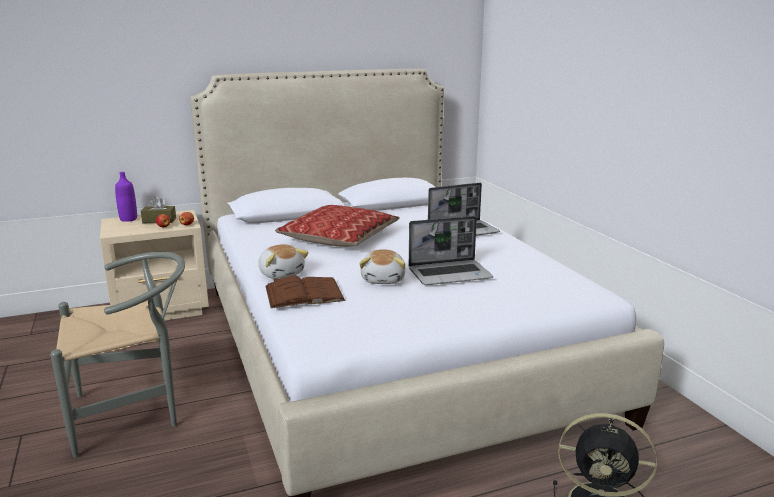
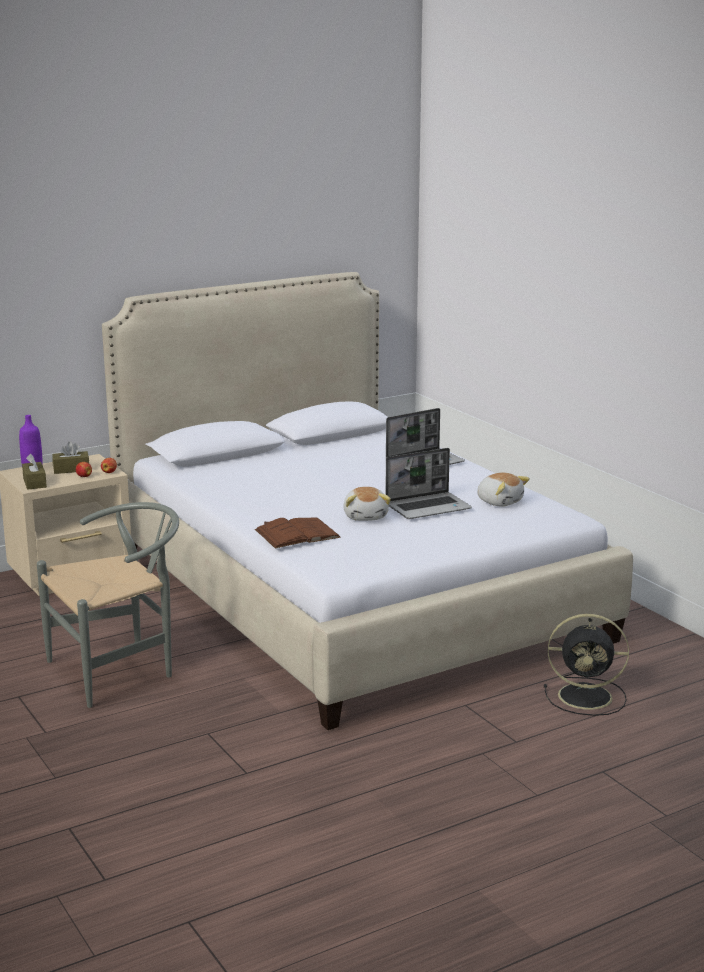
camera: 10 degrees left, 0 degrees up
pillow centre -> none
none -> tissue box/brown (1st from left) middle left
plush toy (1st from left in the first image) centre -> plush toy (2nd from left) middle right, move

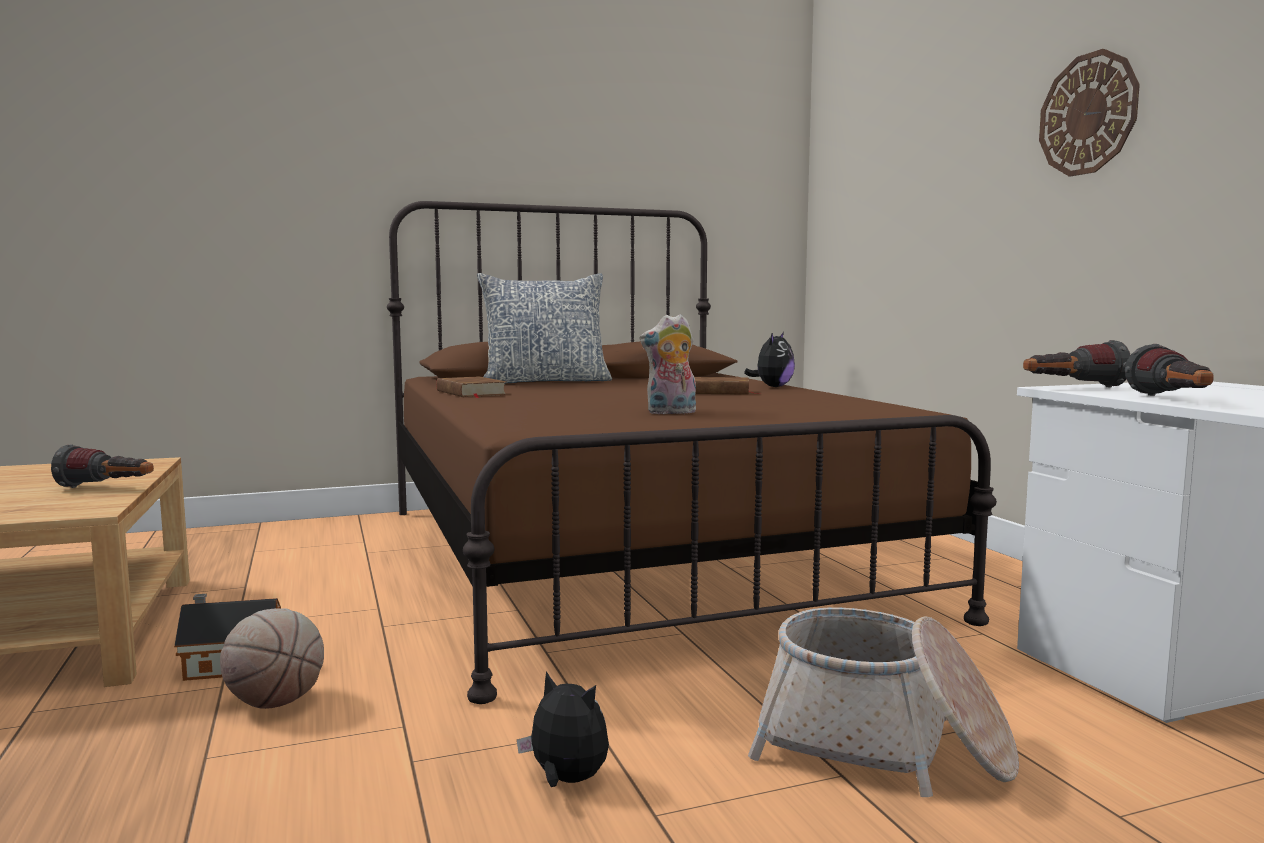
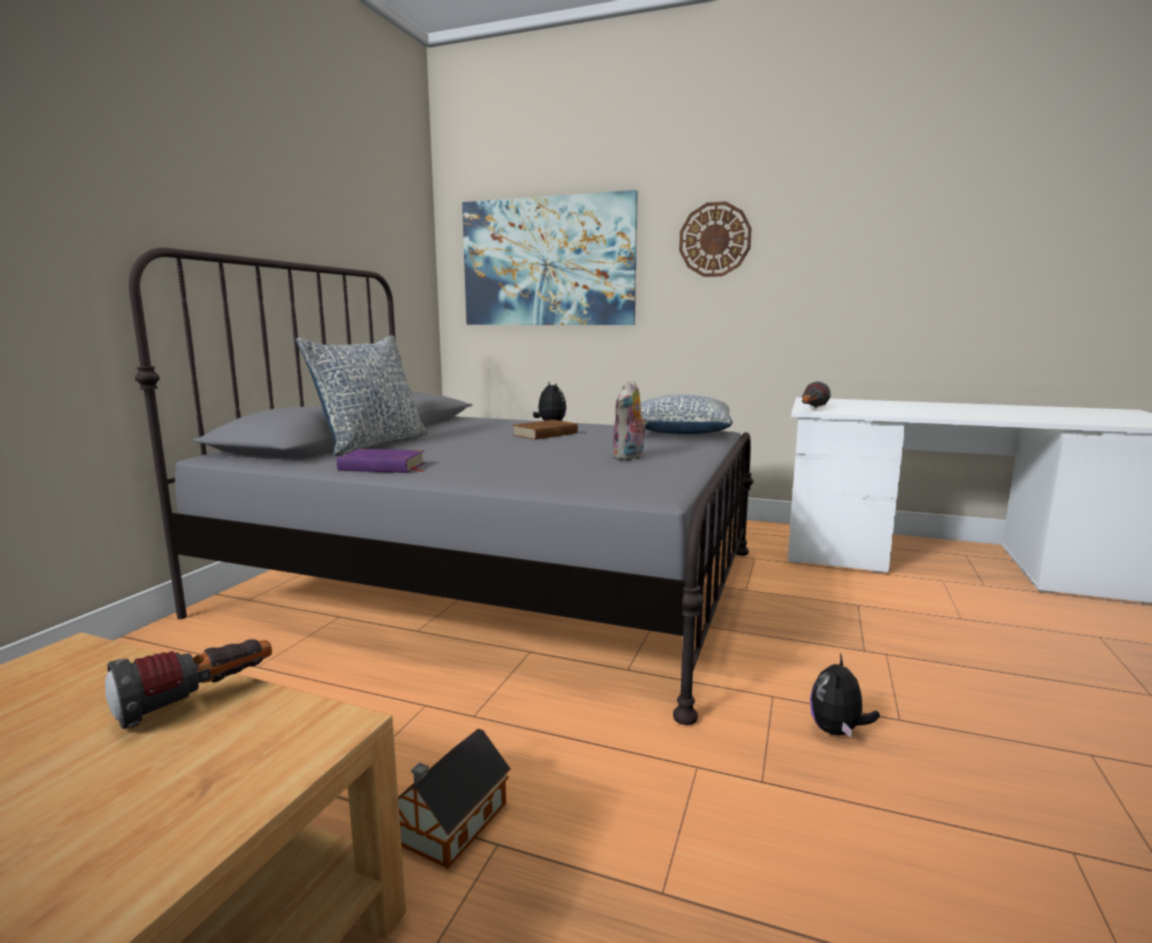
camera: 50 degrees left, 5 degrees up
basketball bottom left -> none
basket bottom right -> none
flashlight (3rd from left) middle right -> none
none -> picture top centre
none -> pillow (2nd from left) centre
bed/brown centre -> bed/grey centre
book/brown (1st from left) centre -> book/purple middle left
plush toy (1st from left in the first image) bottom centre -> plush toy (3rd from left) bottom right, 45 degrees counterclockwise

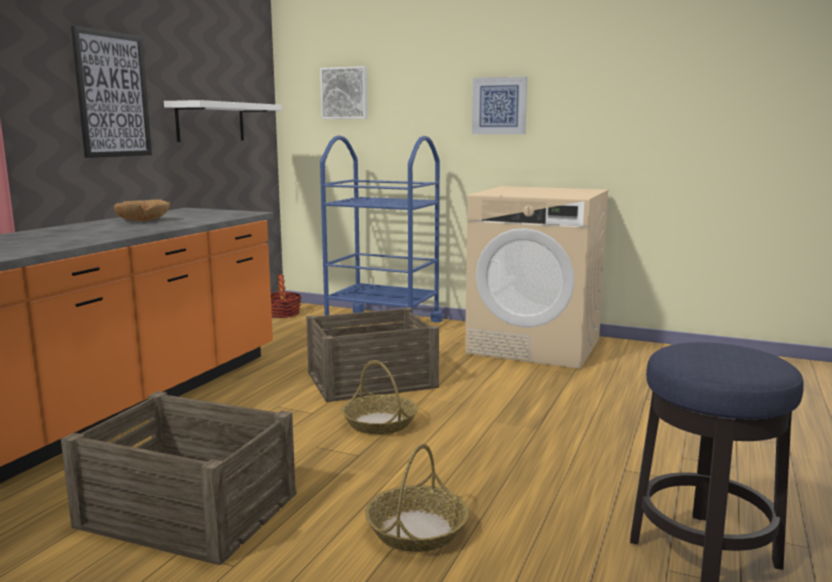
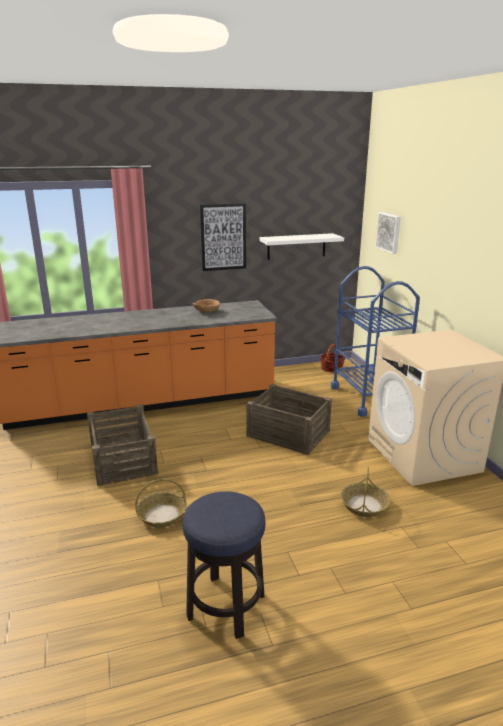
camera: 50 degrees right, 10 degrees up
picture (3rd from left) top centre -> none
basket (2nd from left in the first image) bottom centre -> basket (3rd from left) bottom right, move

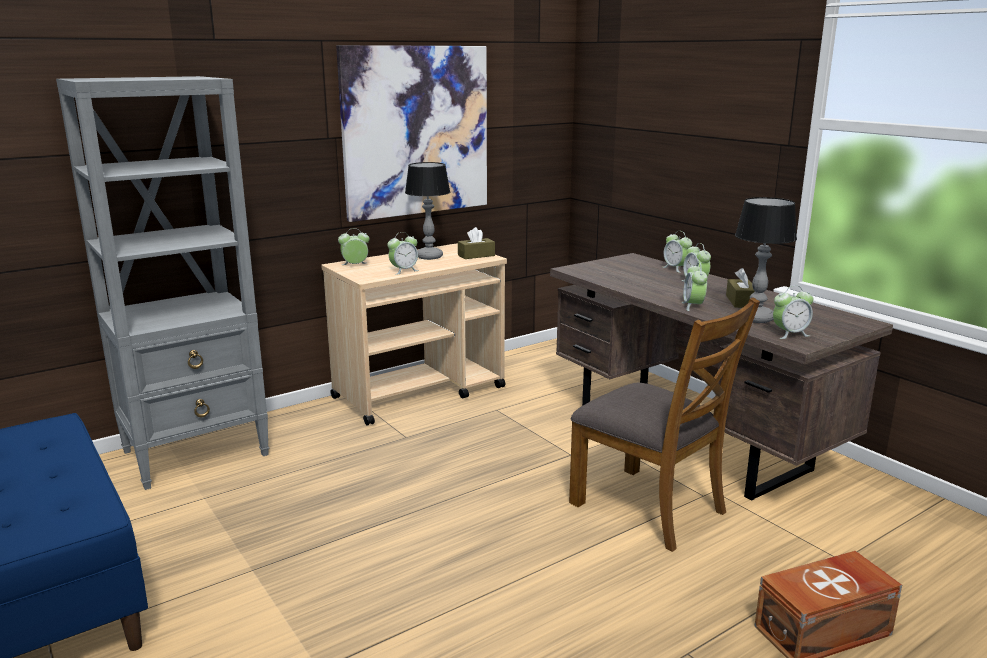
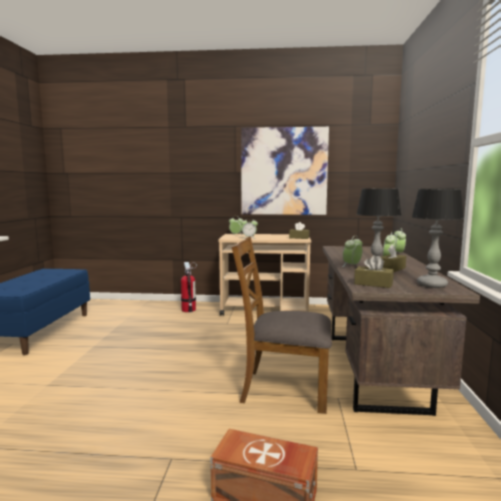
camera: 40 degrees right, 10 degrees down
bookcase/grey middle left -> none
none -> fire extinguisher centre
table lamp (1st from left in the first image) top centre -> table lamp (2nd from left) middle right, move
alarm clock (6th from left) middle right -> tissue box/brown (2nd from left) middle right
chair/brown middle right -> chair/brown centre, 105 degrees clockwise

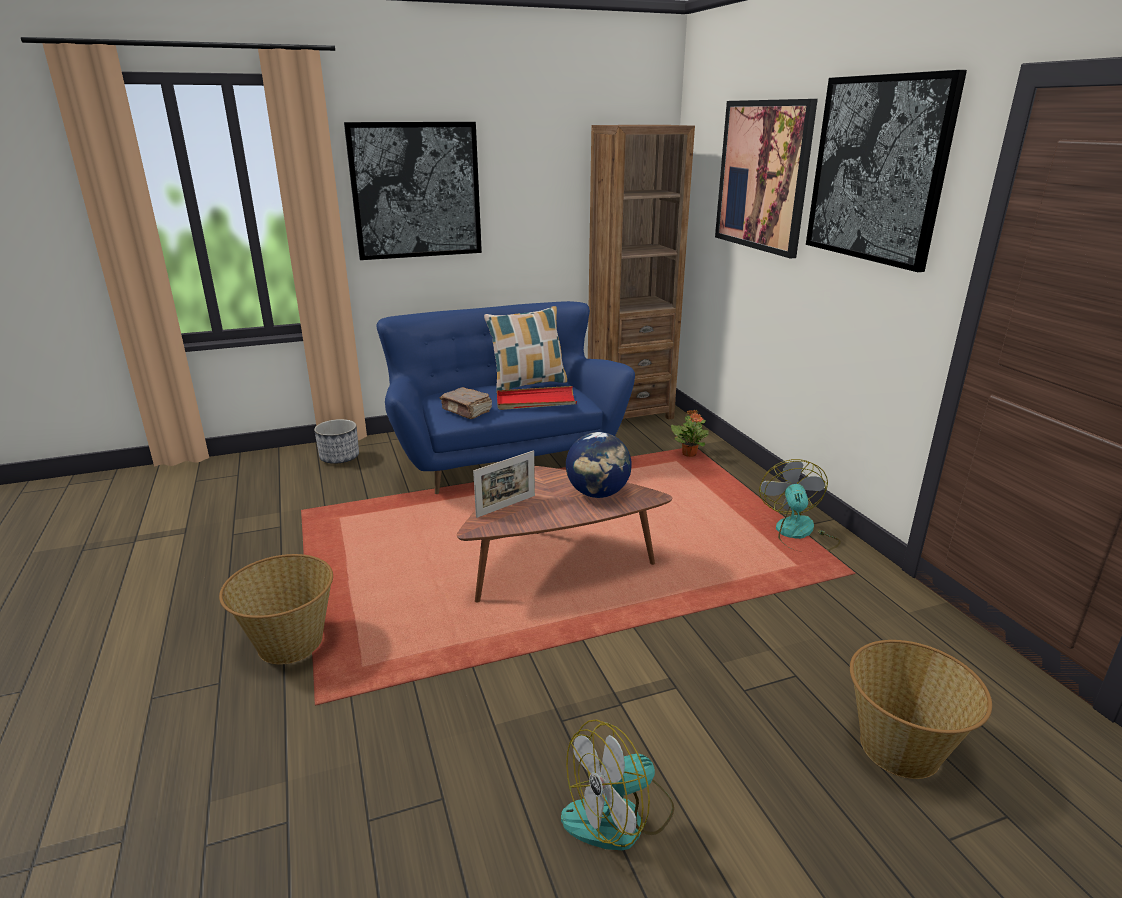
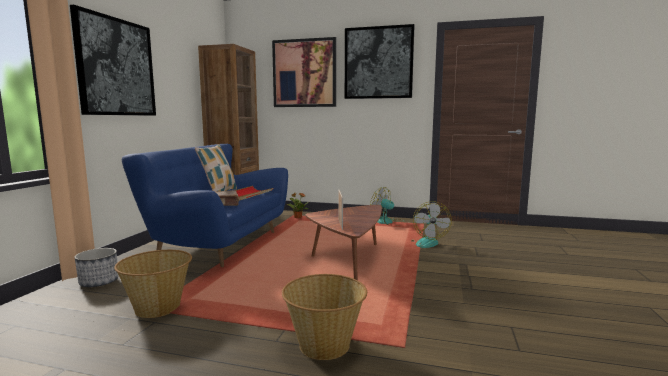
camera: 55 degrees left, 15 degrees down
globe centre -> none
fan (1st from left in the first image) bottom centre -> fan (2nd from left) centre, move
basket (2nd from left in the first image) bottom right -> basket (1st from left) bottom left, move

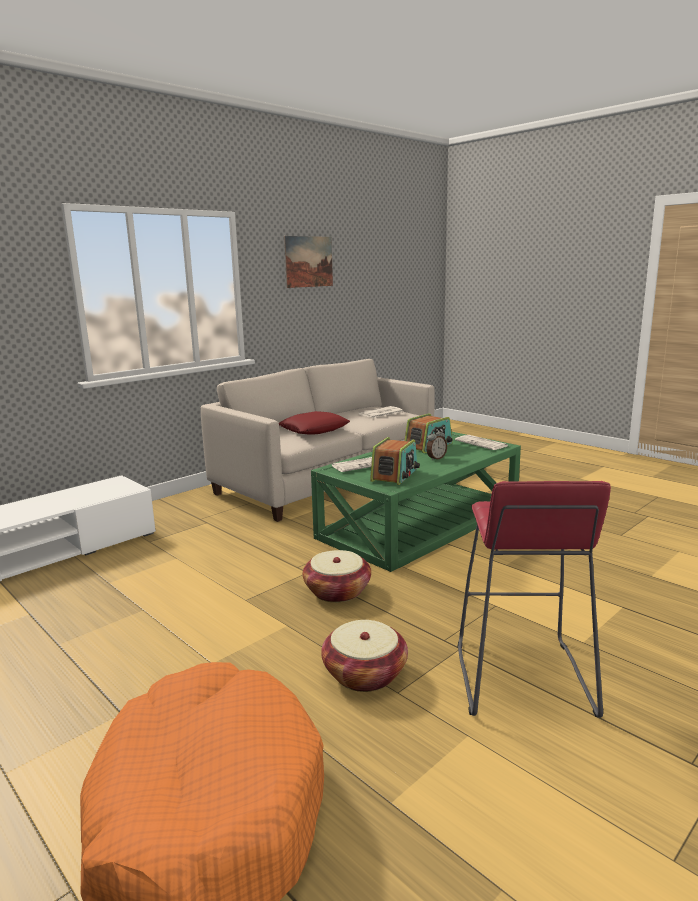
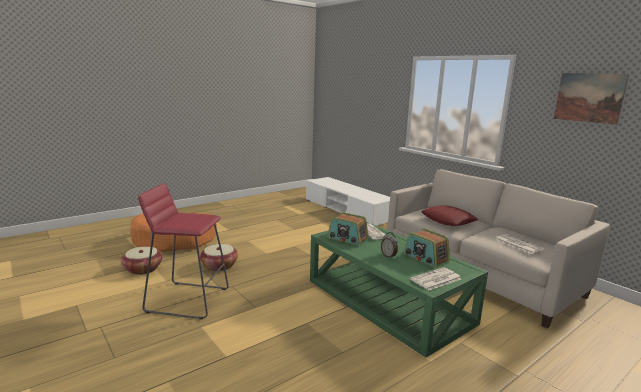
camera: 95 degrees right, 0 degrees up
basket (1st from left) centre -> basket (1st from left) middle left, move

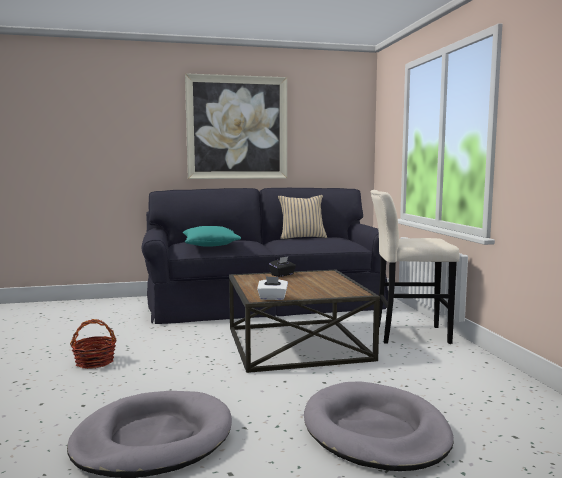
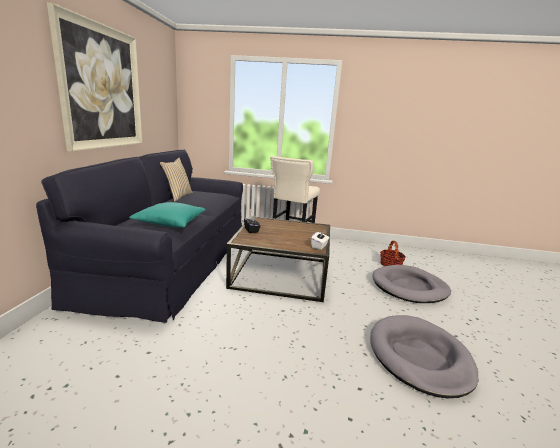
camera: 70 degrees left, 10 degrees up
basket bottom left -> basket middle right, move

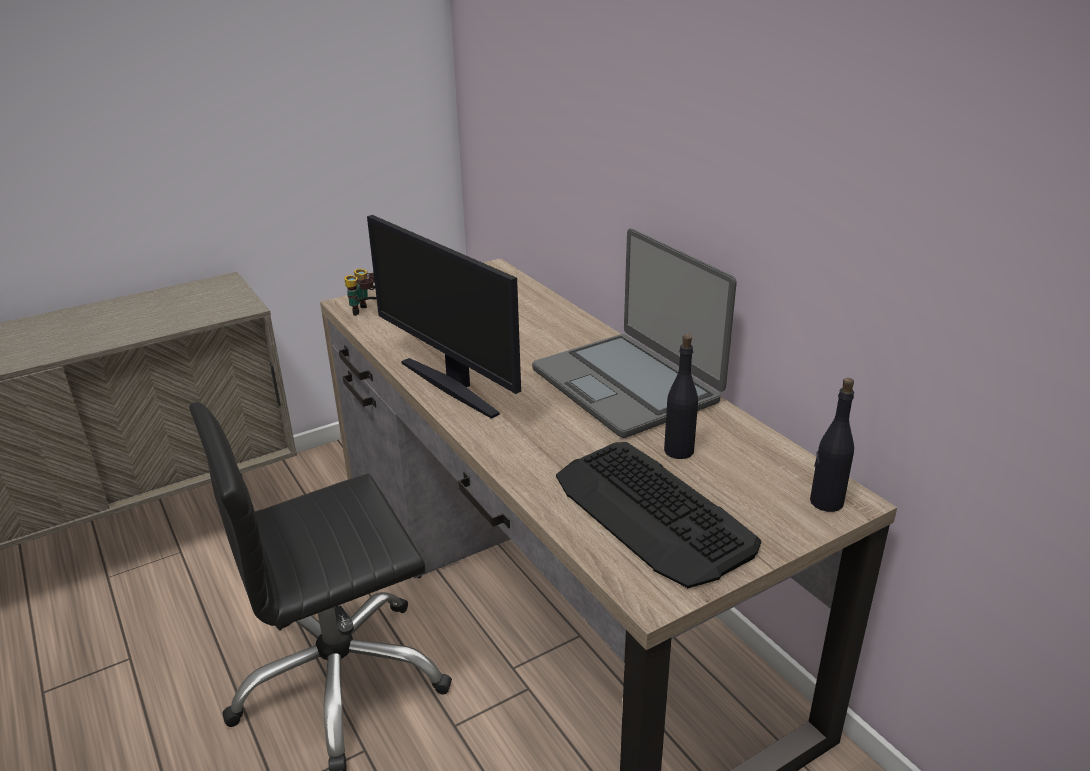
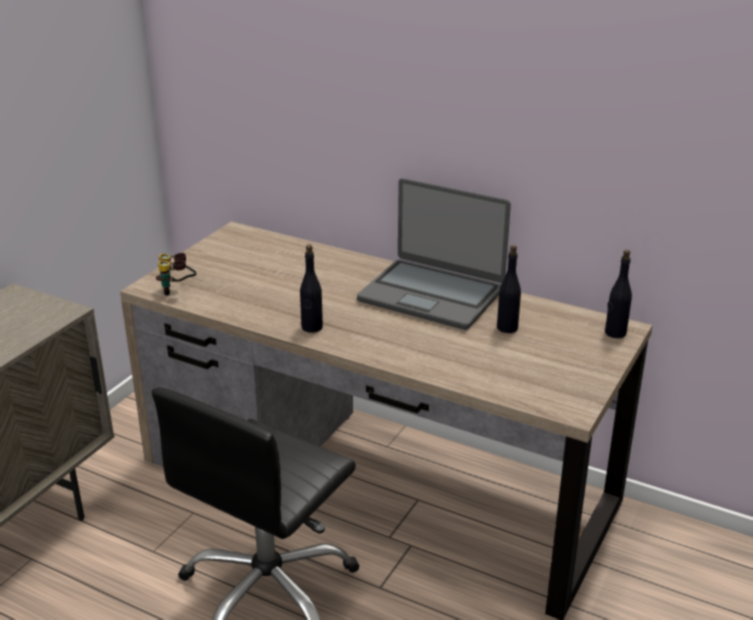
camera: 30 degrees left, 0 degrees up
keyboard bottom centre -> none
monitor centre -> bottle/black (1st from left) centre

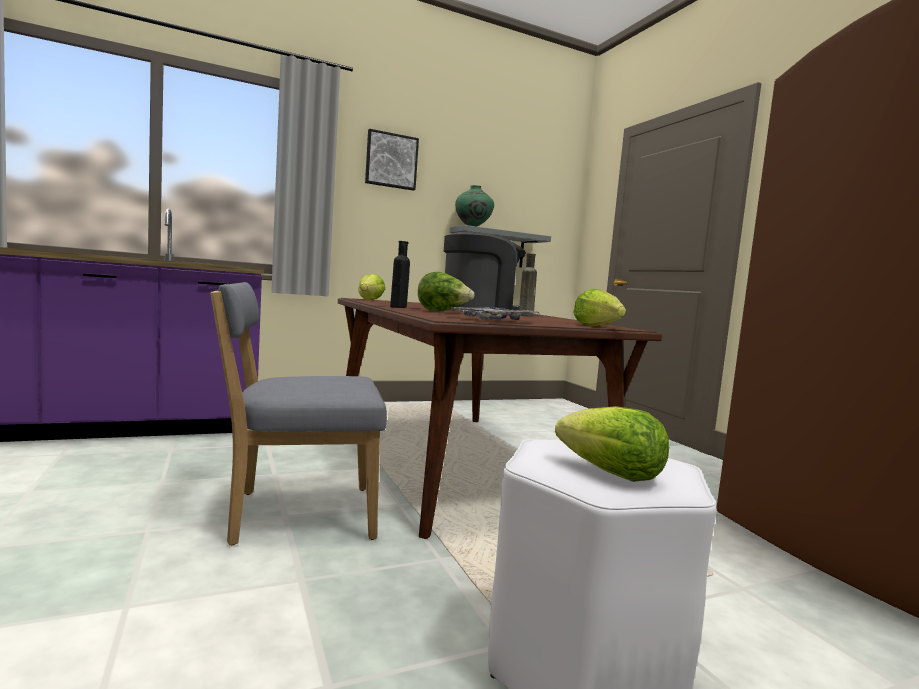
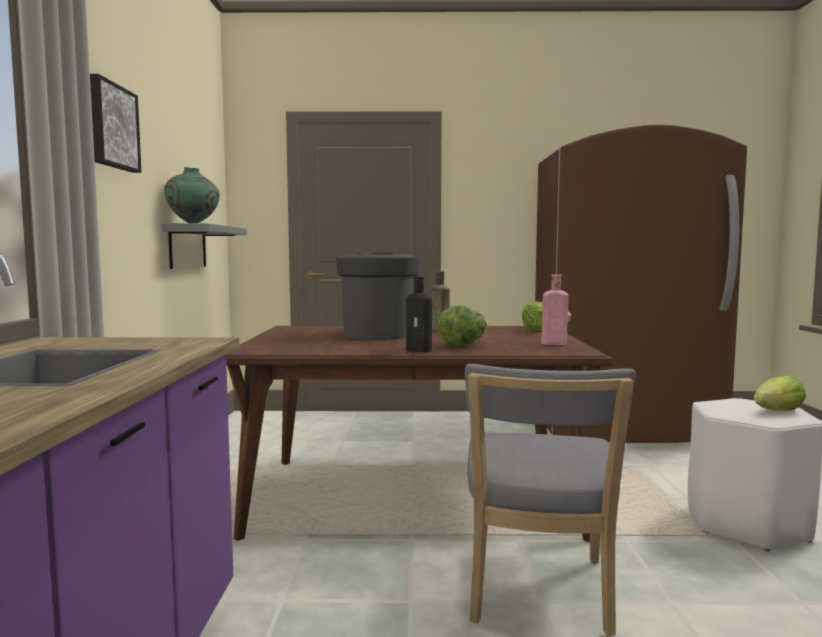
camera: 65 degrees left, 0 degrees up
lettuce (1st from left) centre -> none
tray centre -> bottle/pink middle right

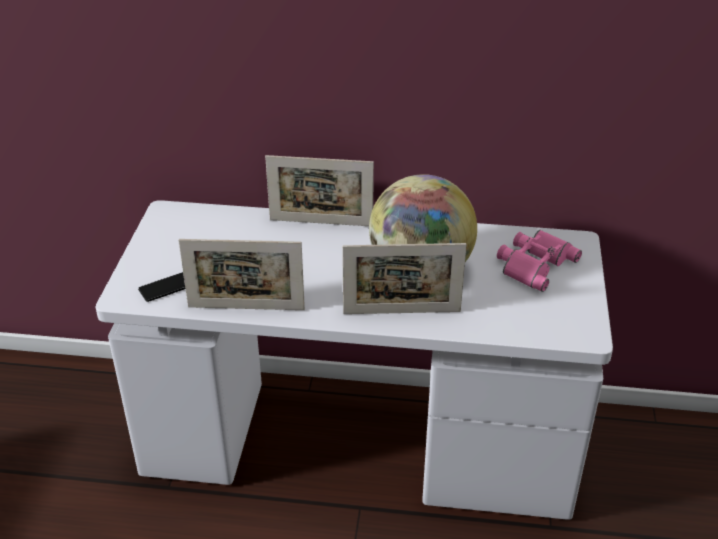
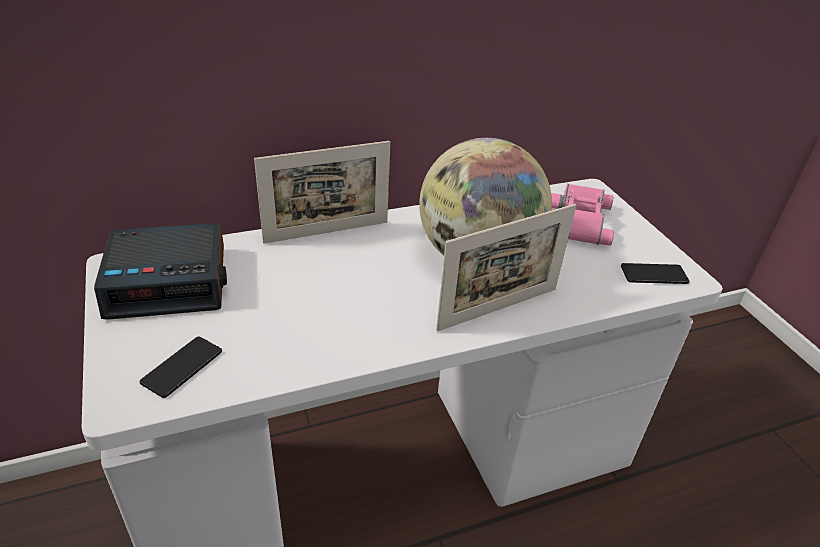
camera: 30 degrees left, 0 degrees up
picture frame (1st from left) centre -> none
none -> alarm clock middle left
none -> phone (2nd from left) middle right

